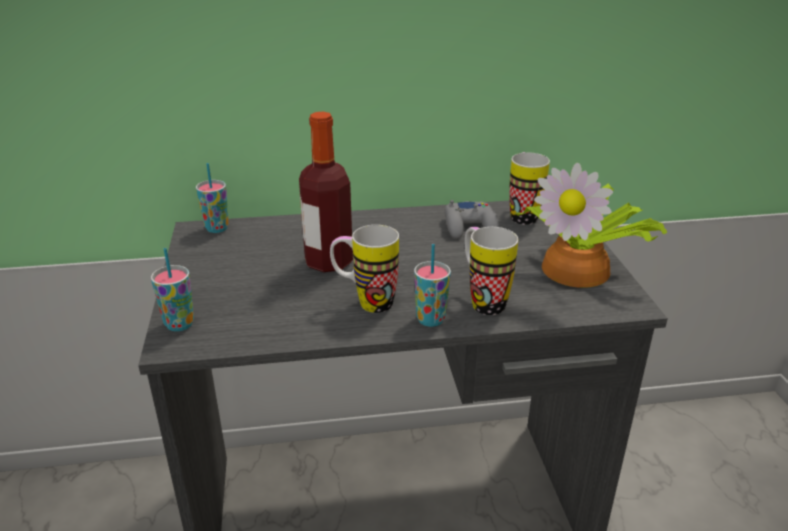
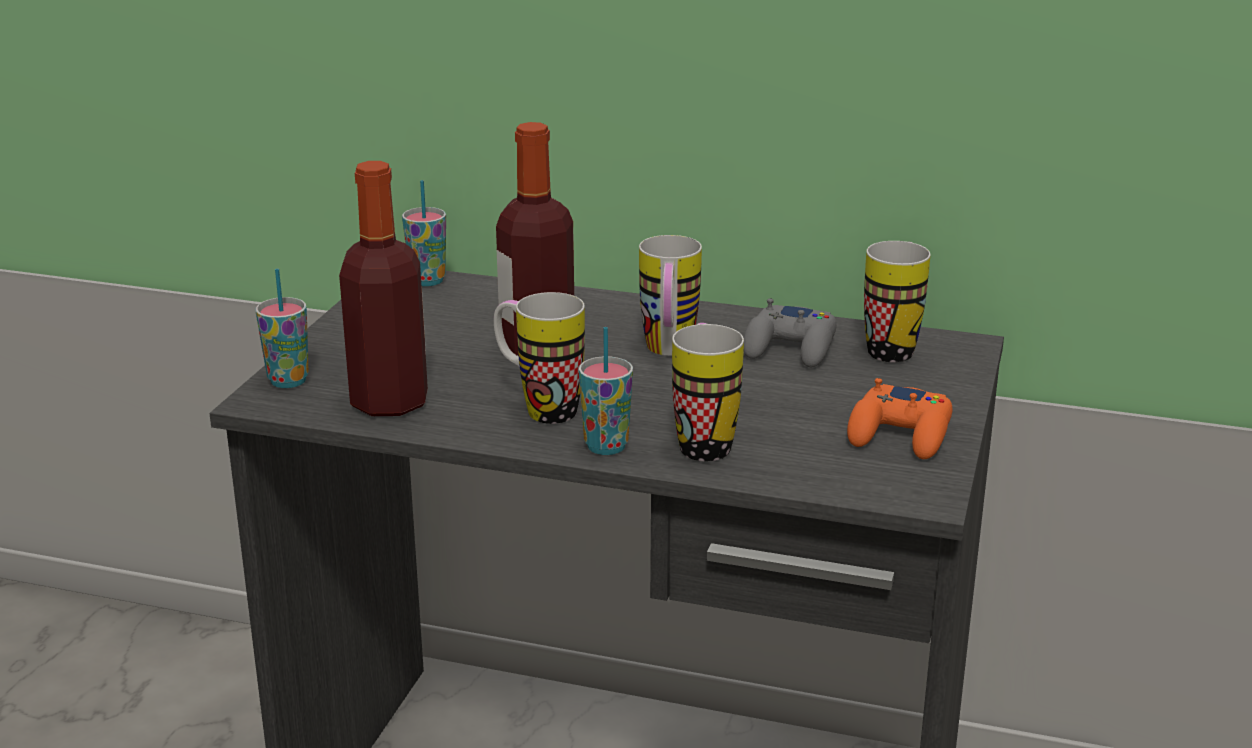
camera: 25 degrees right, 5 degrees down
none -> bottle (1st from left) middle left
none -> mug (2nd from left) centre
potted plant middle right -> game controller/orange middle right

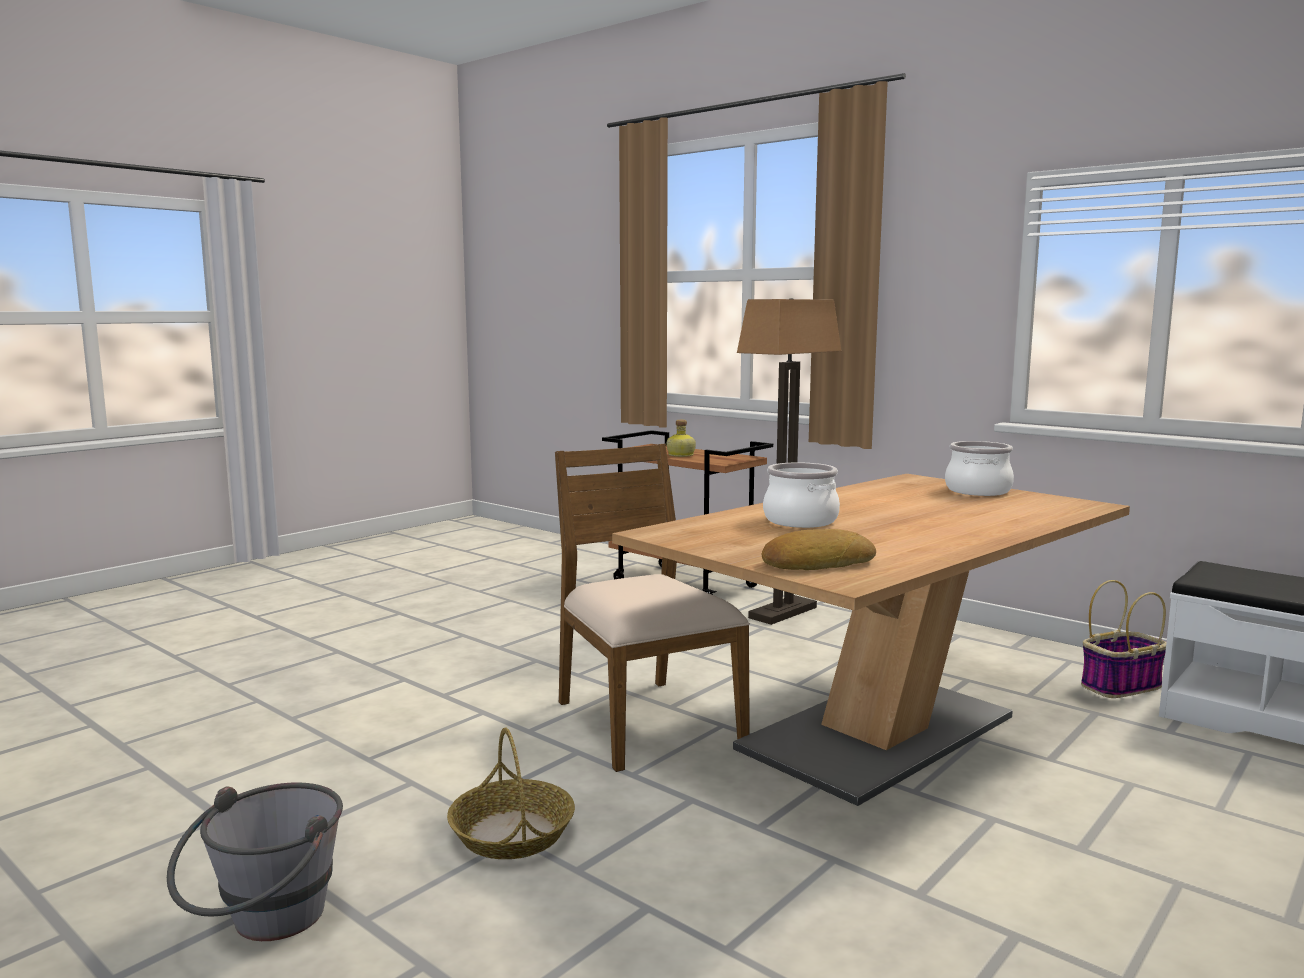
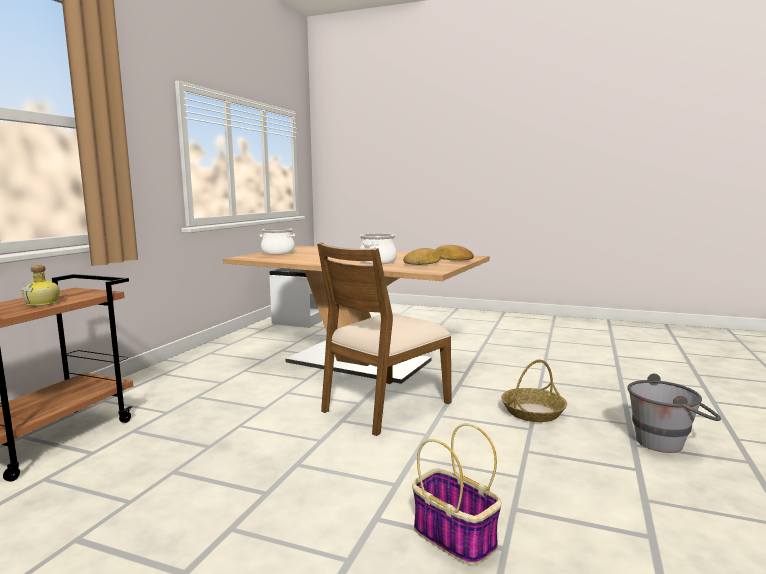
camera: 110 degrees left, 0 degrees up
floor lamp centre -> none
none -> bread (1st from left) centre
basket (2nd from left in the first image) middle right -> basket (1st from left) bottom centre, move

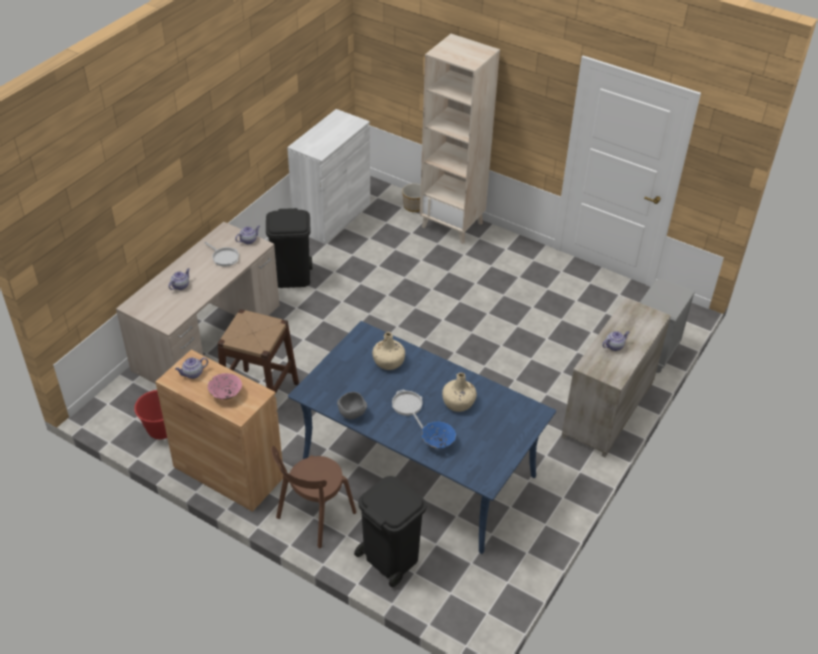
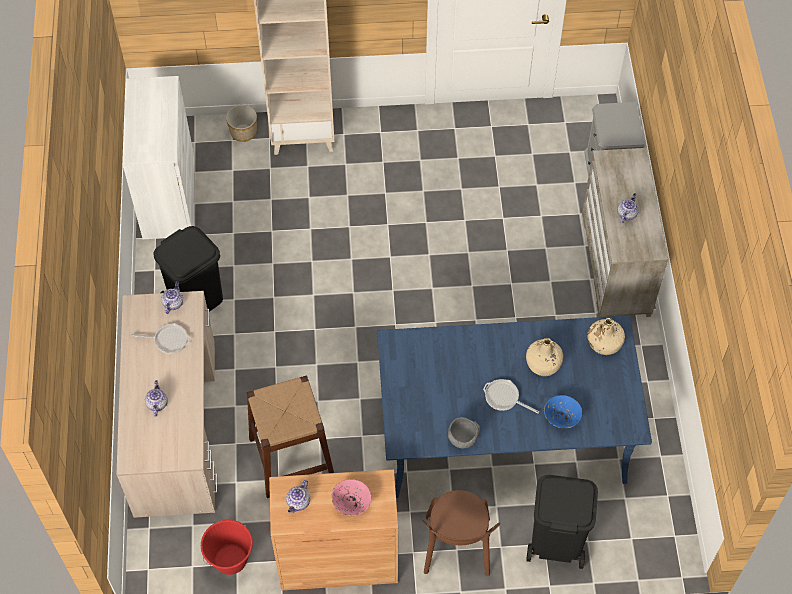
camera: 35 degrees left, 15 degrees up
bottle/beige (1st from left in the first image) centre -> bottle/beige (2nd from left) middle right, move

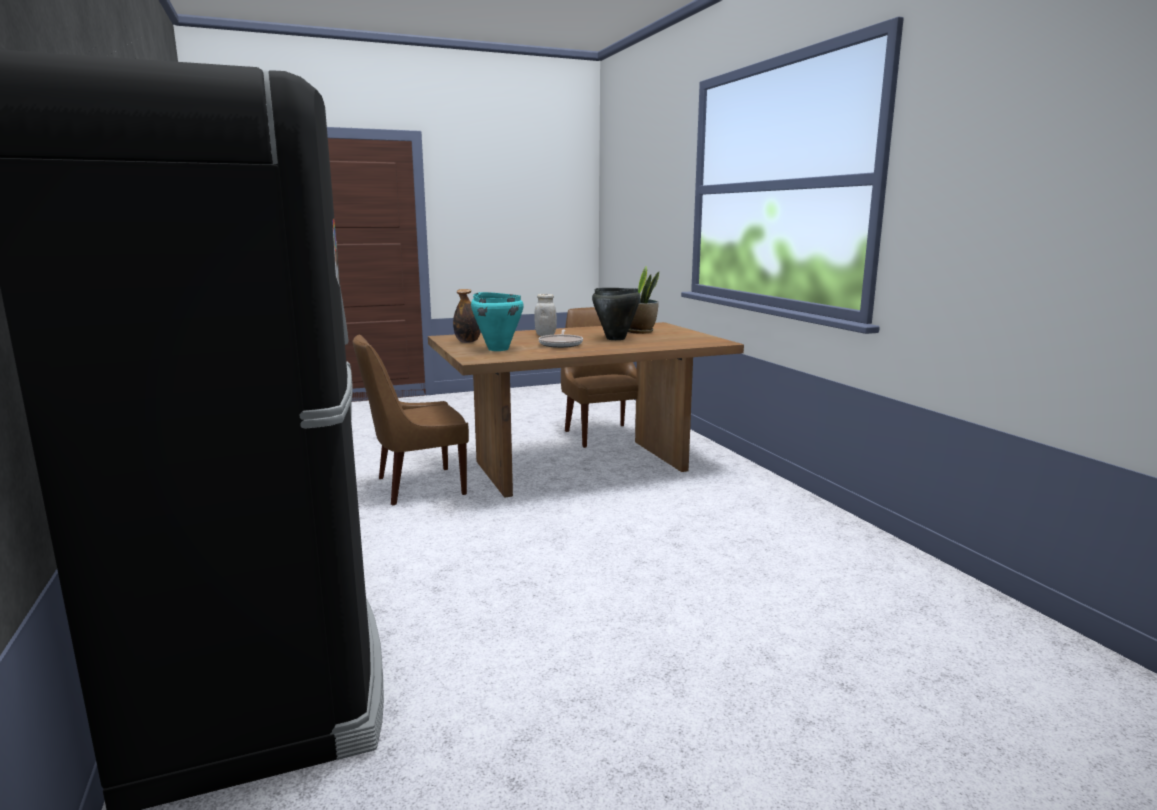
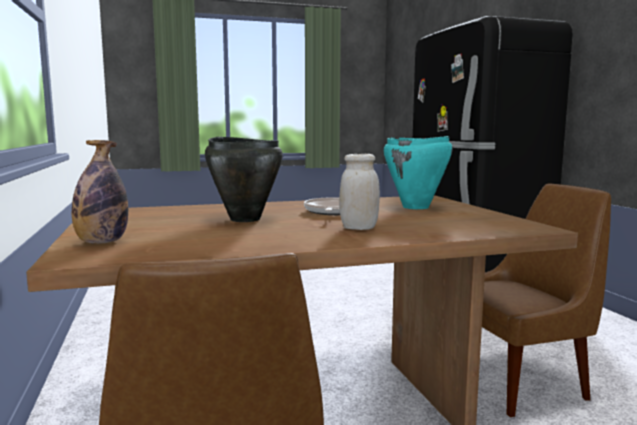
camera: 175 degrees left, 5 degrees down
potted plant centre -> none
bottle centre -> bottle middle left, move

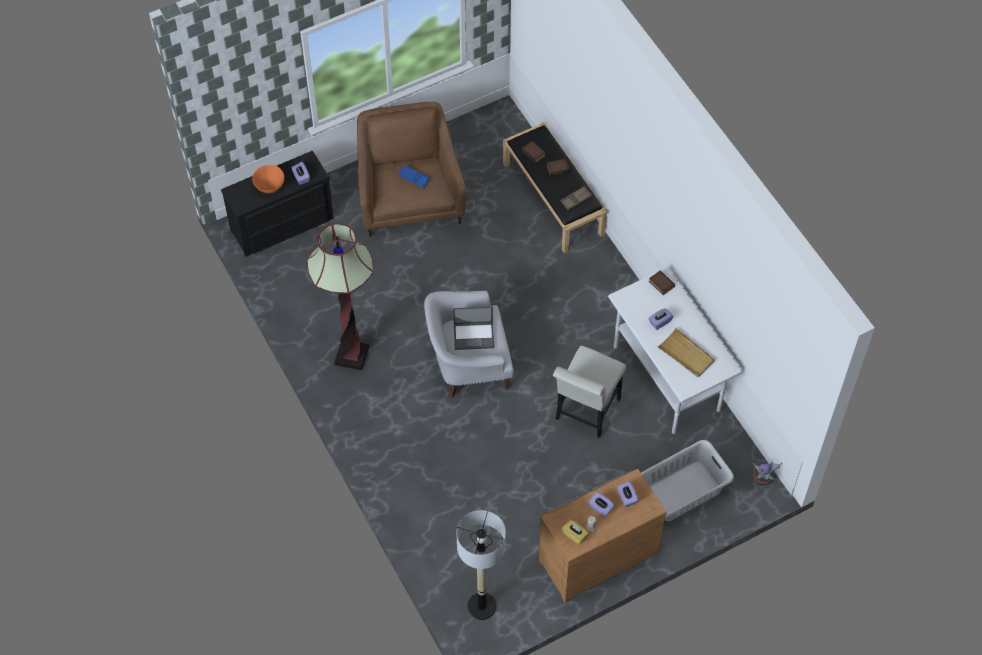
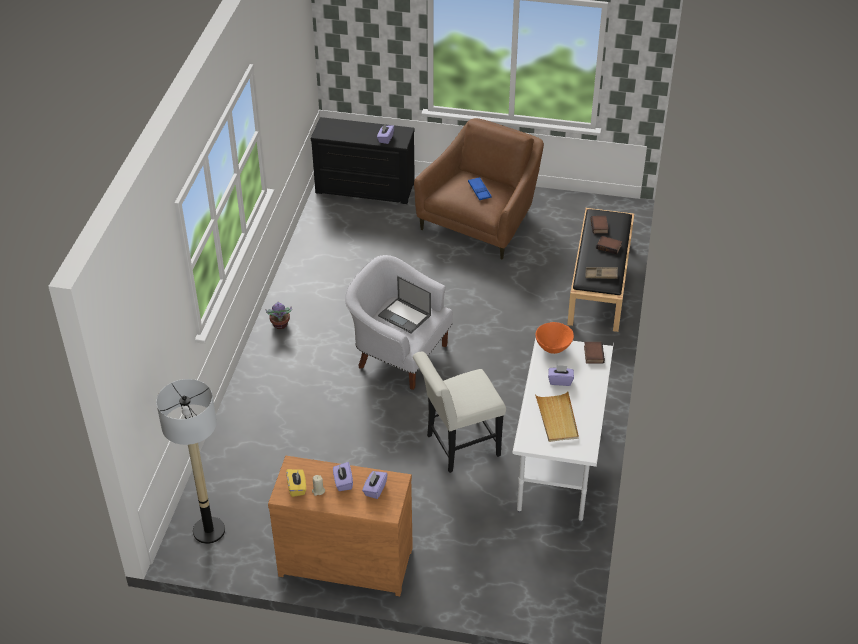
camera: 40 degrees right, 15 degrees down
floor lamp (1st from left) centre -> none
laundry basket/grey bottom right -> none
bowl/orange top left -> bowl/orange centre, move
potted plant bottom right -> potted plant middle left, move

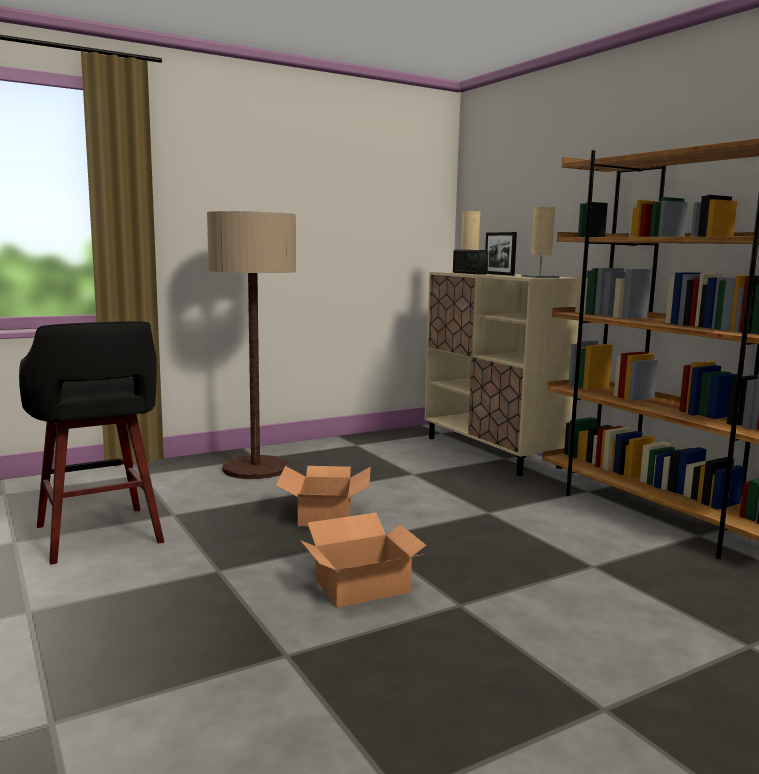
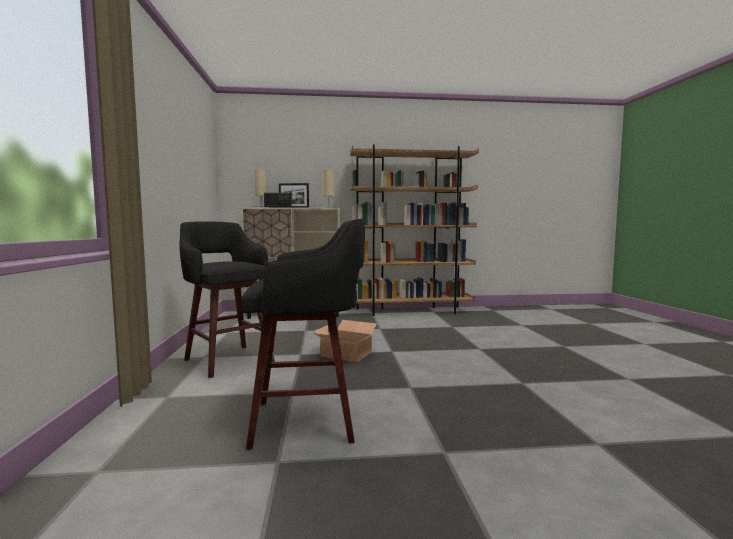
camera: 65 degrees left, 5 degrees down
cardboard box (2nd from left) bottom centre -> none
floor lamp middle left -> stool/black (1st from left) middle left

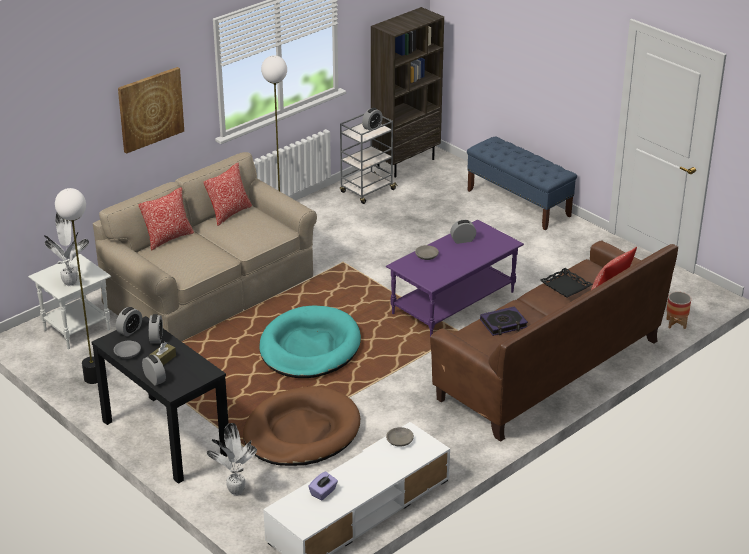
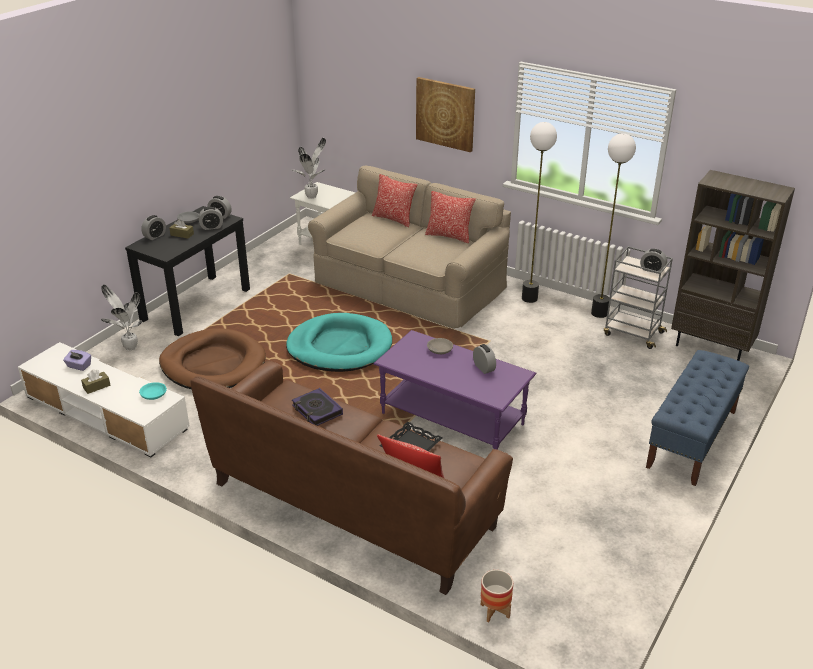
camera: 75 degrees right, 0 degrees up
none -> tissue box/brown (1st from left) middle left
floor lamp (1st from left in the first image) middle left -> floor lamp (2nd from left) middle right, move
bowl/grey (2nd from left) bottom centre -> bowl/turquoise middle left

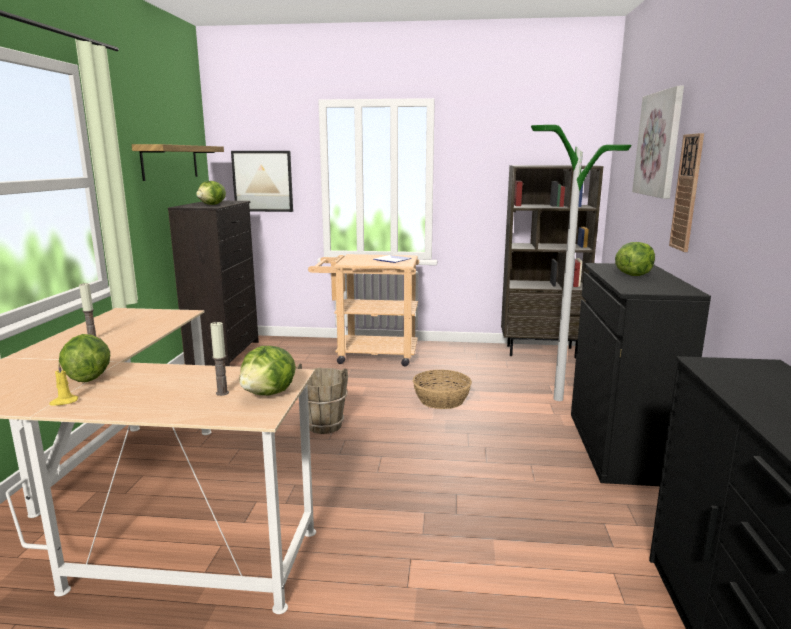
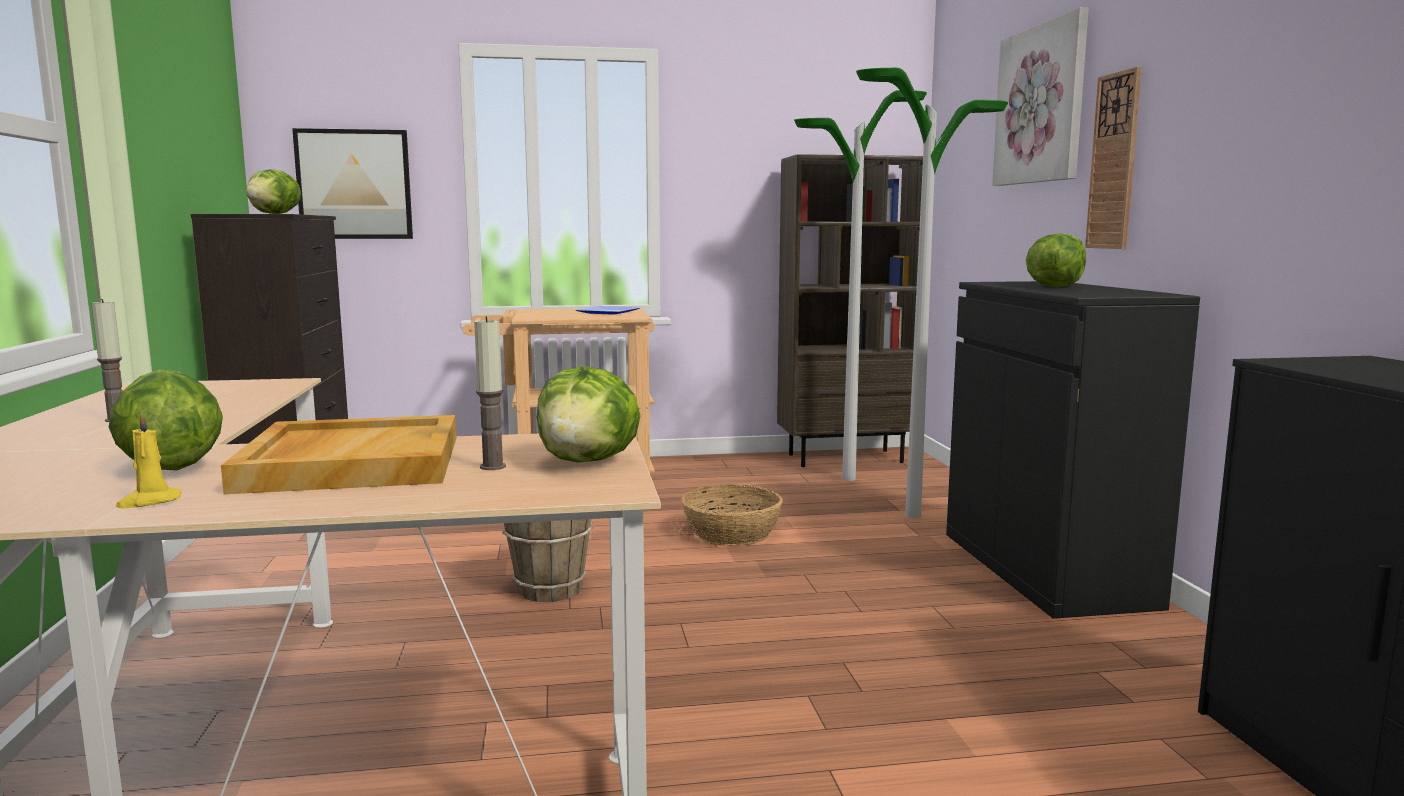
camera: 15 degrees left, 5 degrees down
shelf top left -> none
none -> tray/beige middle left
none -> floor lamp (1st from left) centre

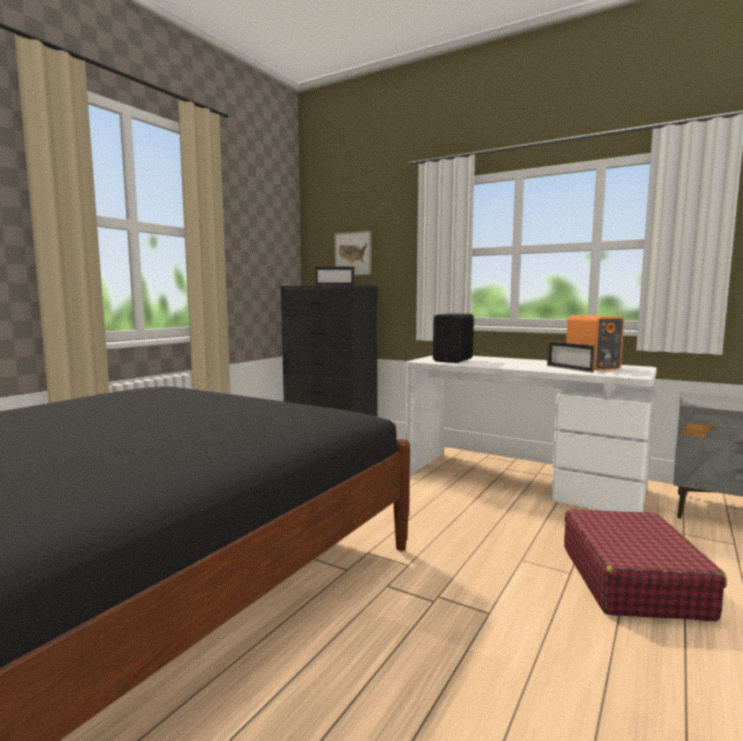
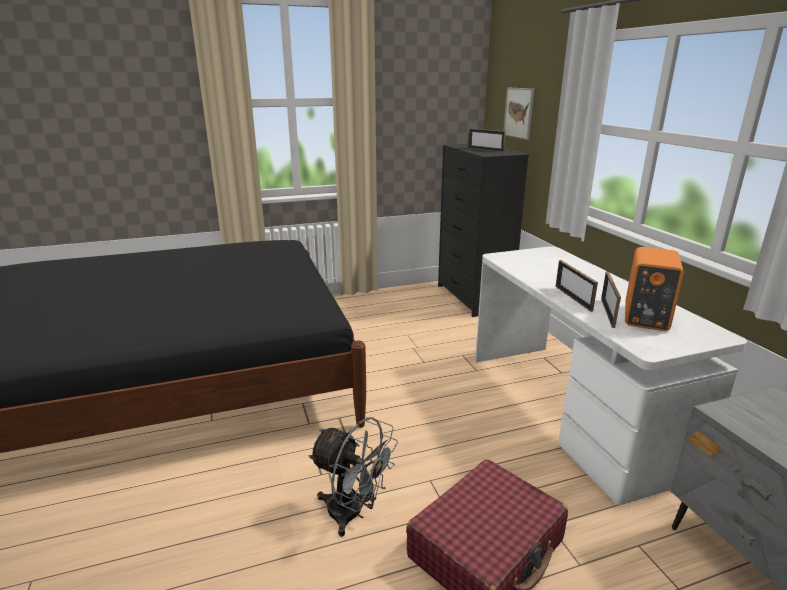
camera: 40 degrees right, 15 degrees up
speaker/black centre -> none
none -> fan/grey bottom centre
none -> picture frame (2nd from left) middle right

